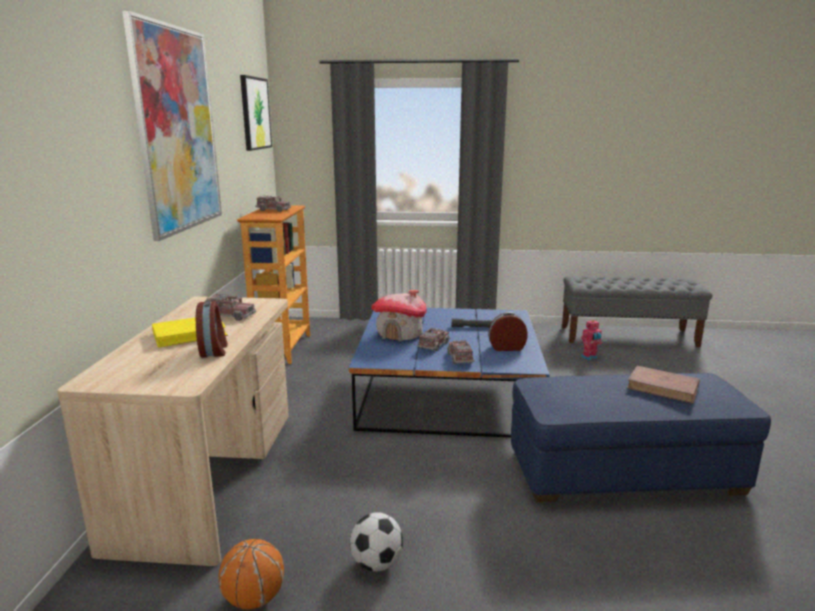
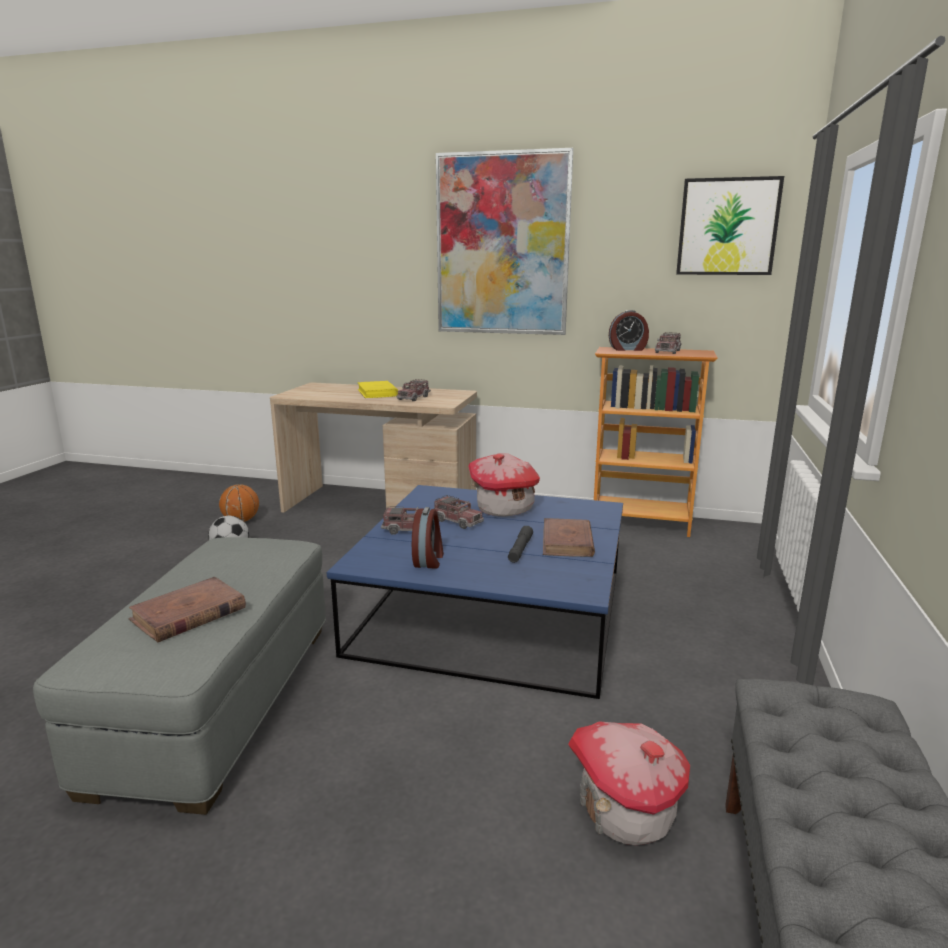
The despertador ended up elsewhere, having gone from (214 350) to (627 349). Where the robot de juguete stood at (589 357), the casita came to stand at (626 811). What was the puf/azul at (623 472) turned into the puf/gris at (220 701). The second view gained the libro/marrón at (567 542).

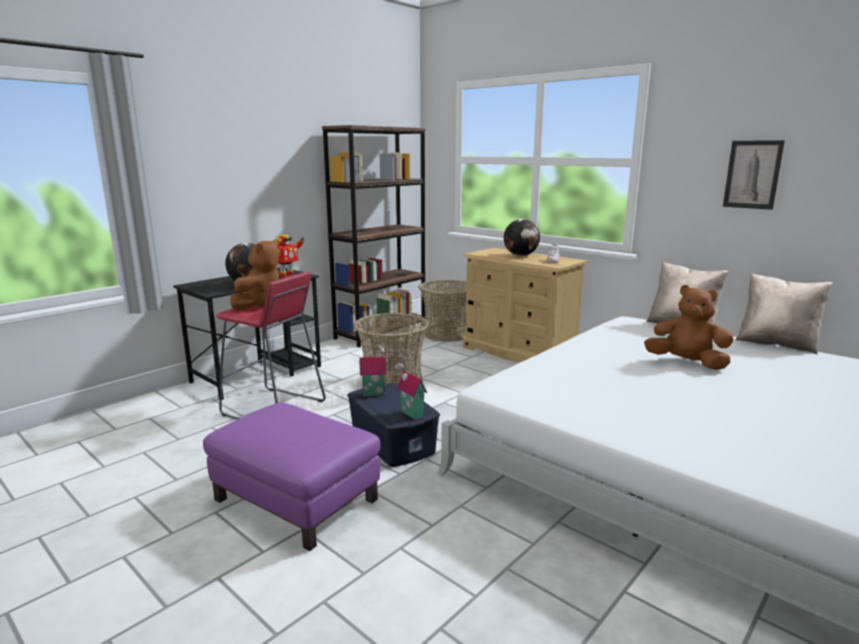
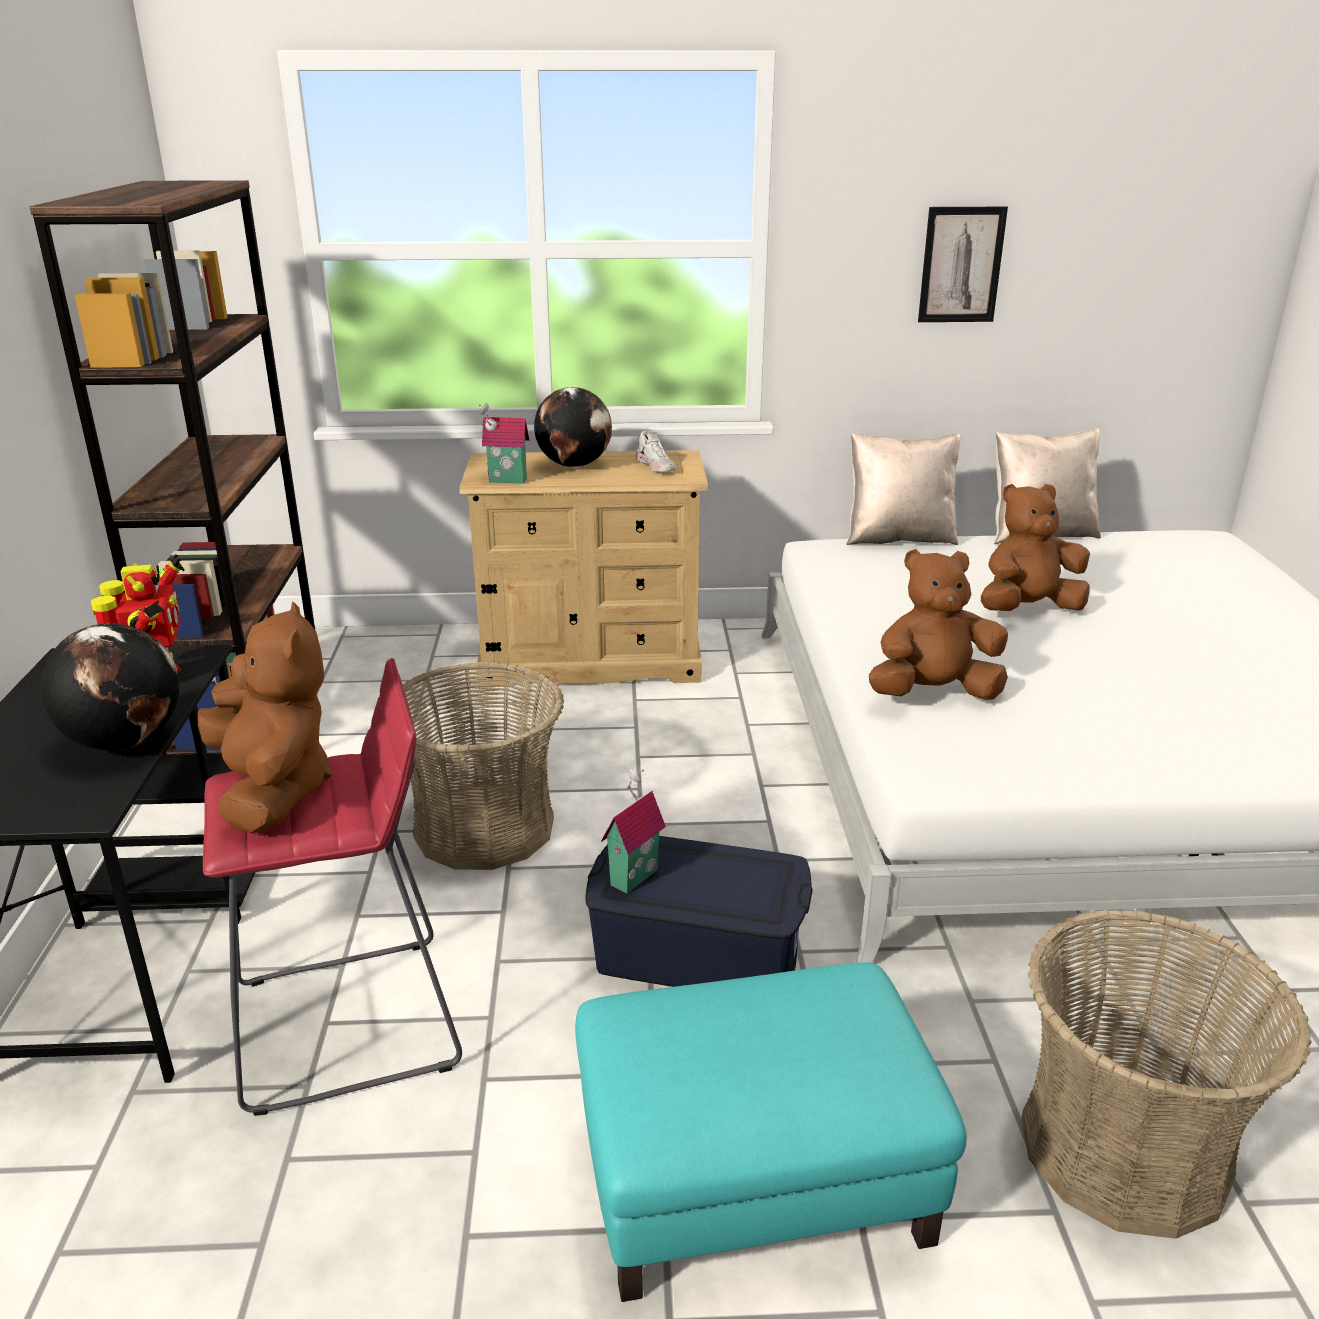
The cesta ended up elsewhere, having gone from (447 334) to (1124 1149). The casita ended up elsewhere, having gone from (410 414) to (507 481). What was the puf/morado at (297 499) turned into the puf/turquesa at (754 1175). The second view gained the peluche/marrón at (933 693).

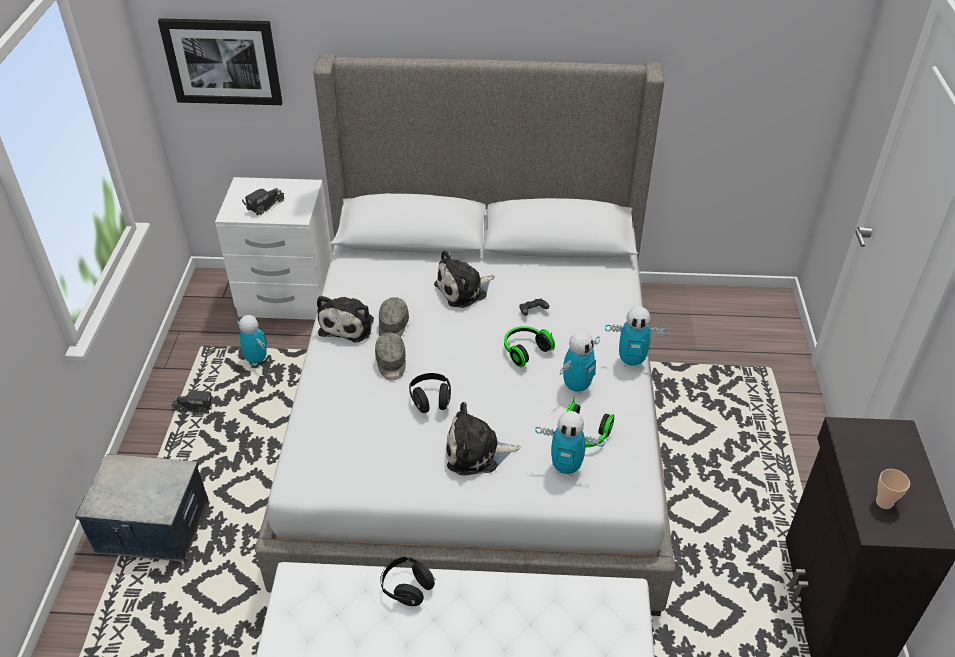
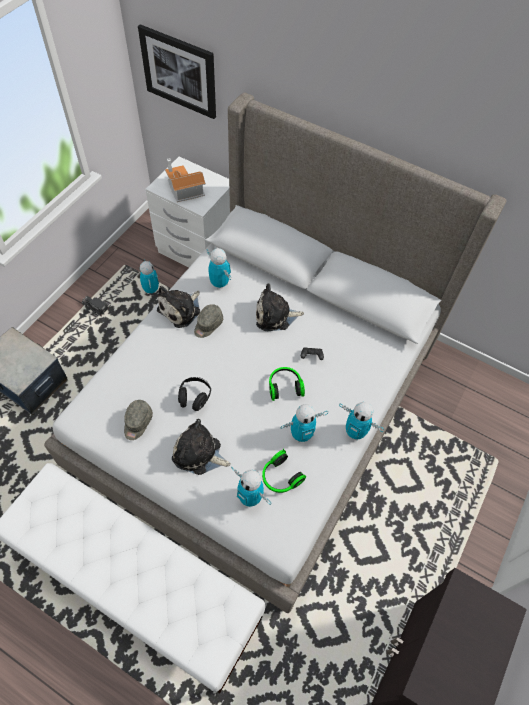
Where the camión de juguete stood at (264 206), the casita came to stand at (183 189). The gorra/gris ended up elsewhere, having gone from (391 363) to (137 423). The second view lost the taza at (884 502). The second view lost the auriculares/negro at (407 588). The second view gained the robot de juguete at (219 283).

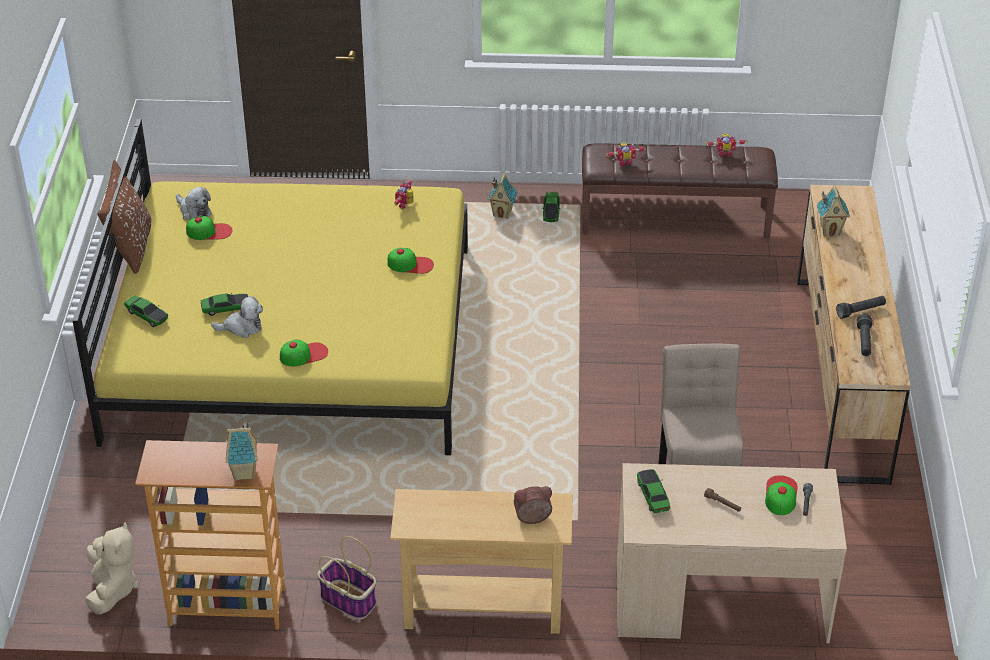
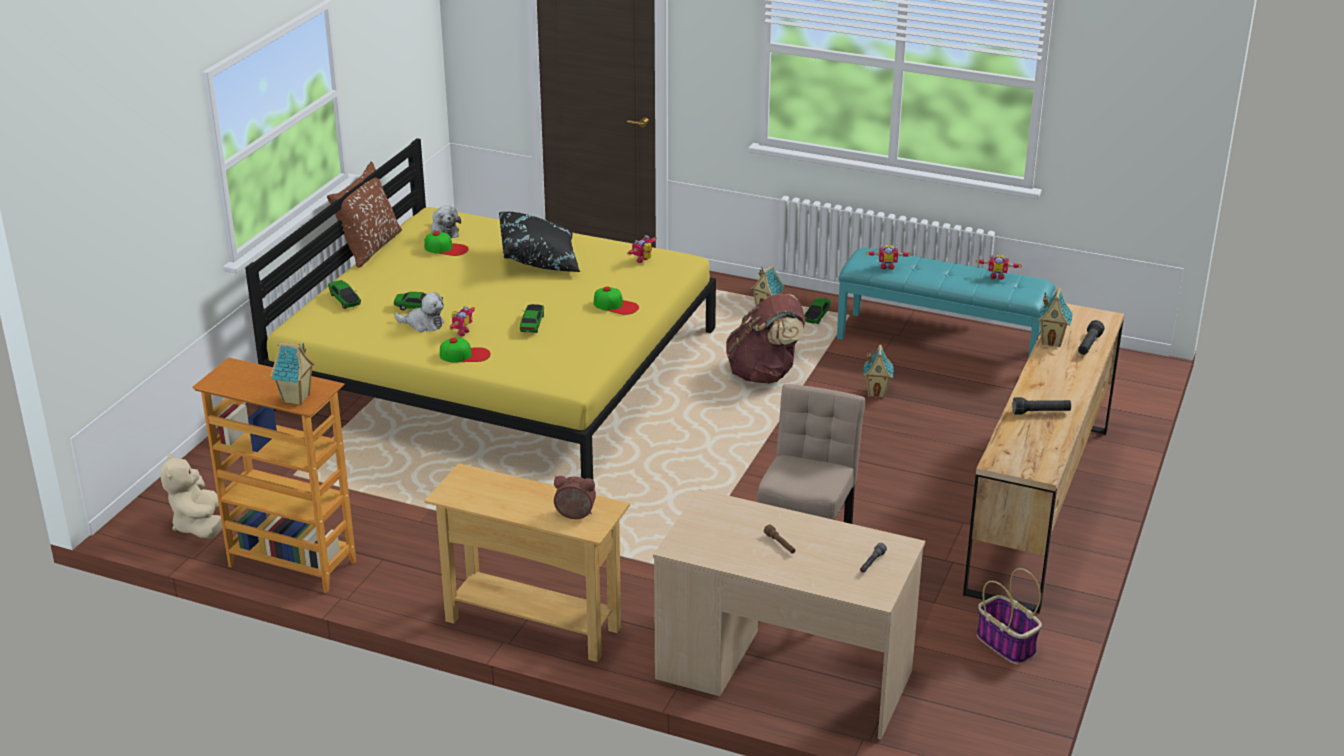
What was the banco/marrón at (675 218) turned into the banco/turquesa at (941 343). The linterna/negro ended up elsewhere, having gone from (864 342) to (1088 345). The coche de juguete ended up elsewhere, having gone from (653 496) to (532 324). The second view lost the gorra at (780 495). The peluche/beis at (112 589) ended up facing another way, 150 degrees clockwise from before. The cesta ended up elsewhere, having gone from (349 600) to (1007 644). The second view gained the cojín/negro at (540 260). The second view gained the mochila/marrón at (765 374). The second view gained the robot de juguete at (460 332). The second view gained the casita at (877 392).

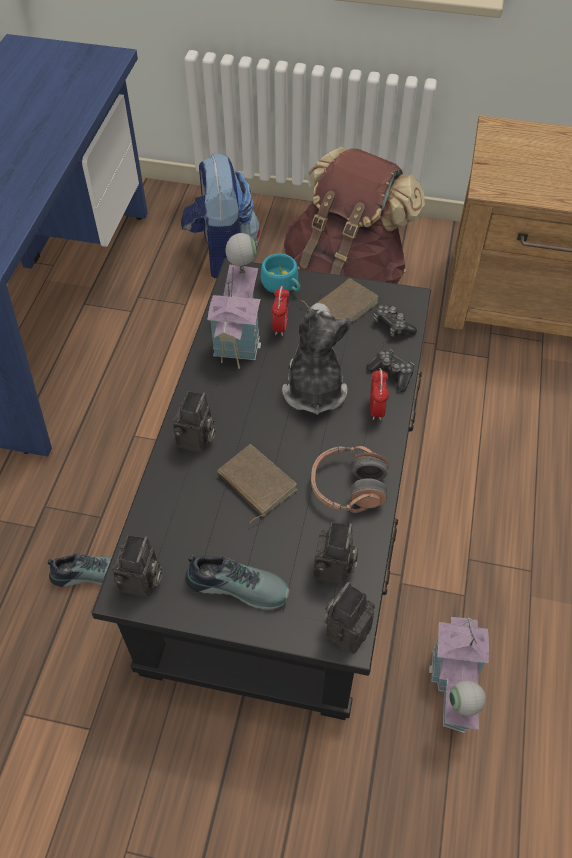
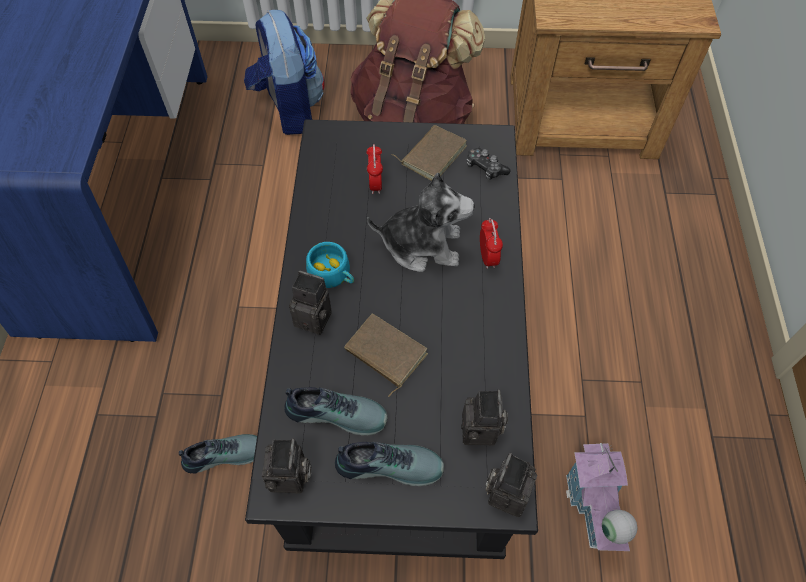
The second view lost the casita at (240 332). The taza/turquesa ended up elsewhere, having gone from (282 285) to (333 275). The peluche at (314 389) ended up facing another way, 105 degrees clockwise from before. The second view lost the mando de consola at (391 374). The cámara at (196 441) ended up facing another way, 75 degrees counterclockwise from before. The second view lost the auriculares at (348 487). The second view gained the zapato at (337 411).

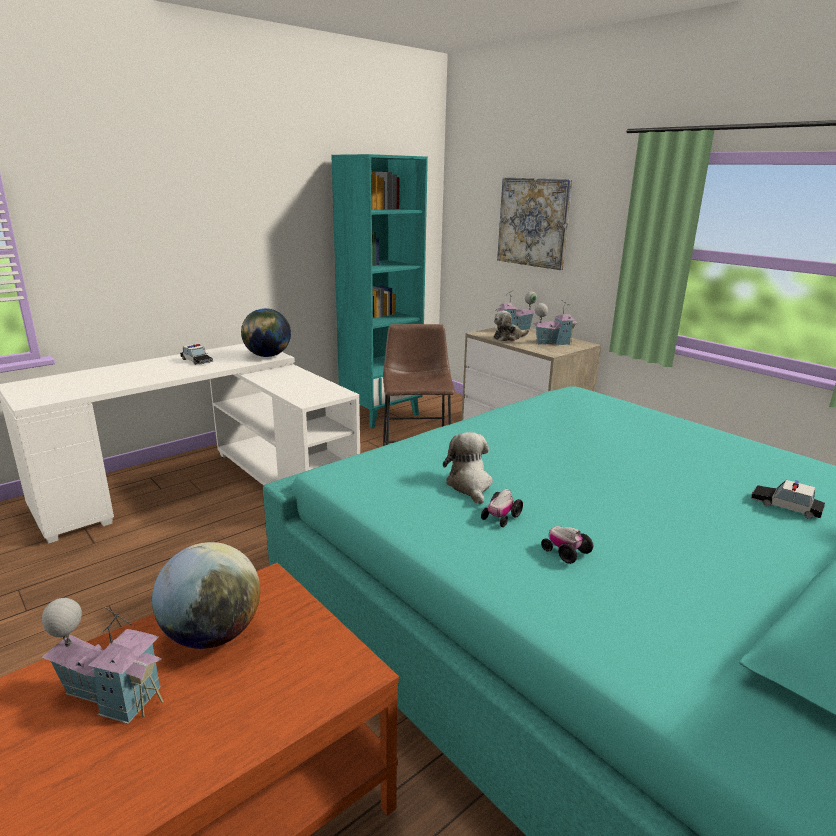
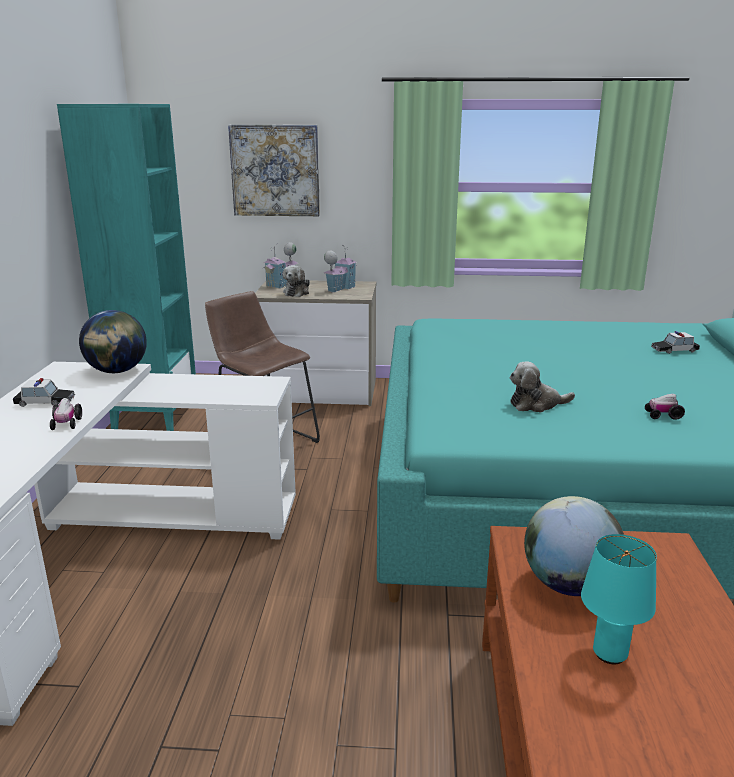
The peluche at (469 485) ended up facing another way, 45 degrees counterclockwise from before. The coche de juguete ended up elsewhere, having gone from (500 517) to (66 424). Where the casita stood at (113 695), the lámpara de mesa/turquesa came to stand at (609 654).

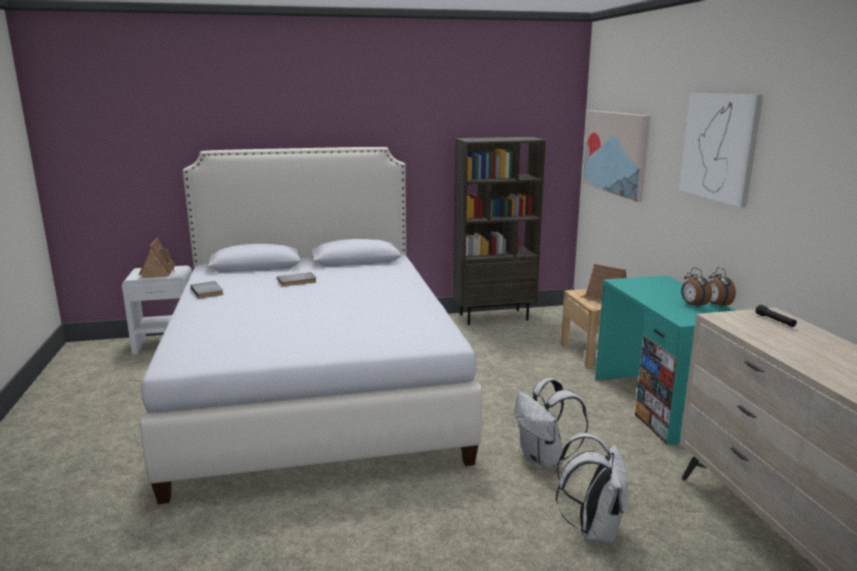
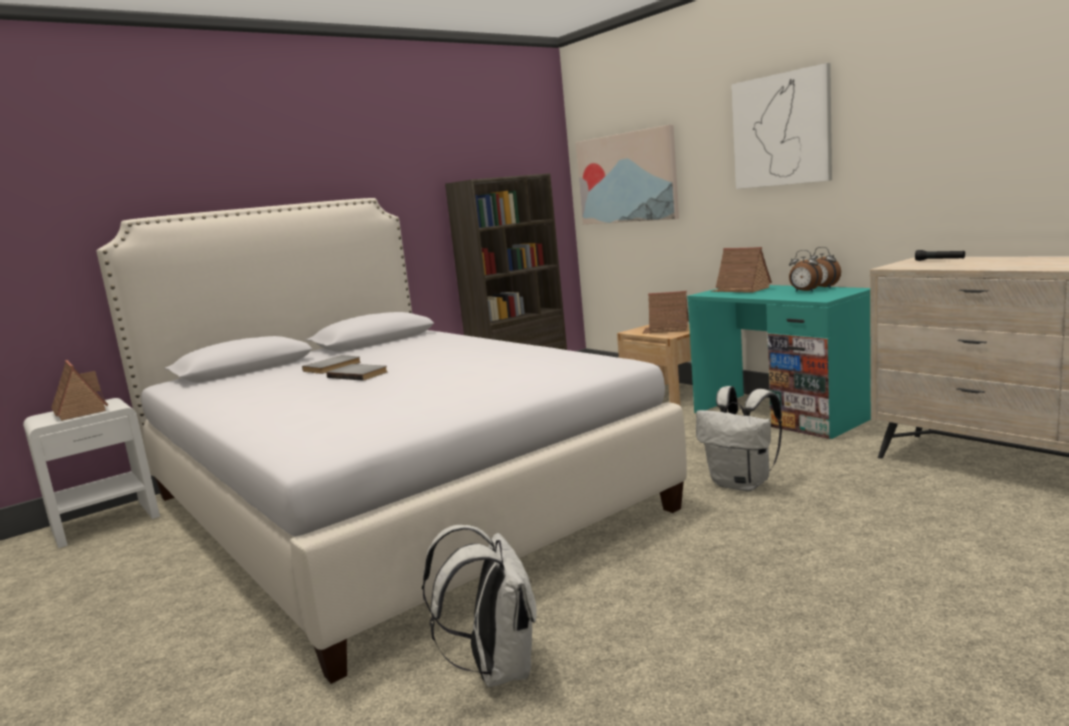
The libro/gris ended up elsewhere, having gone from (208 291) to (359 374). The mochila/blanco ended up elsewhere, having gone from (593 530) to (496 668). The second view gained the casita at (740 289).

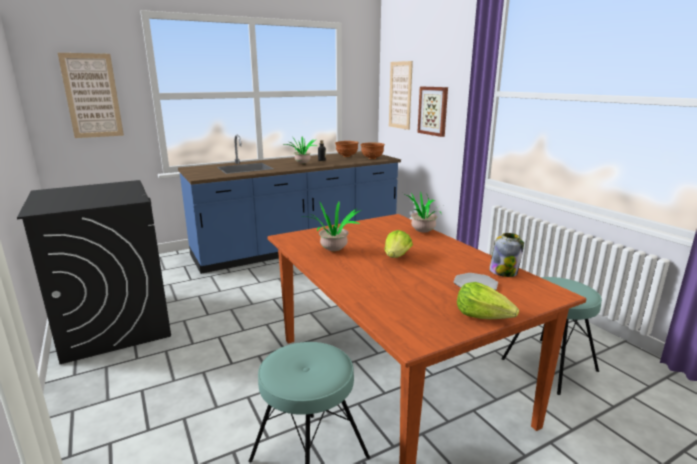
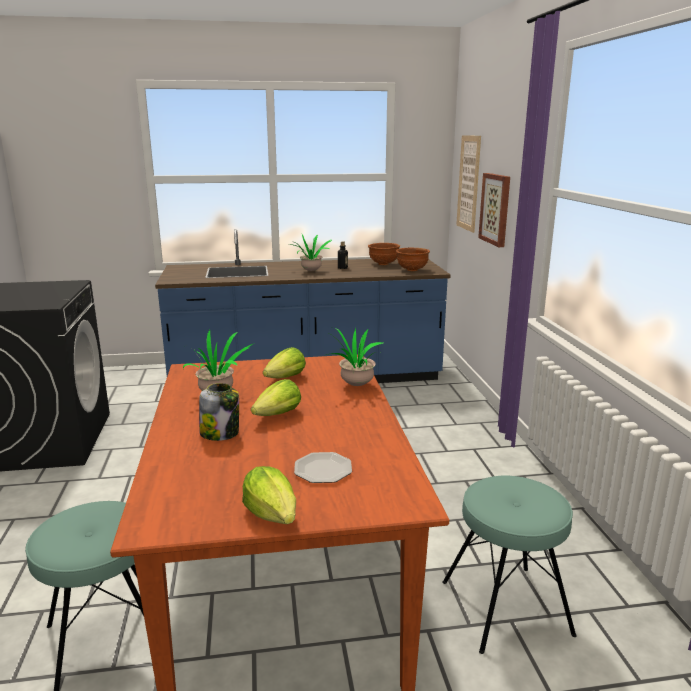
The second view lost the cuadro at (92 96). The tarro ended up elsewhere, having gone from (503 272) to (220 433). The second view gained the lechuga at (285 378).

